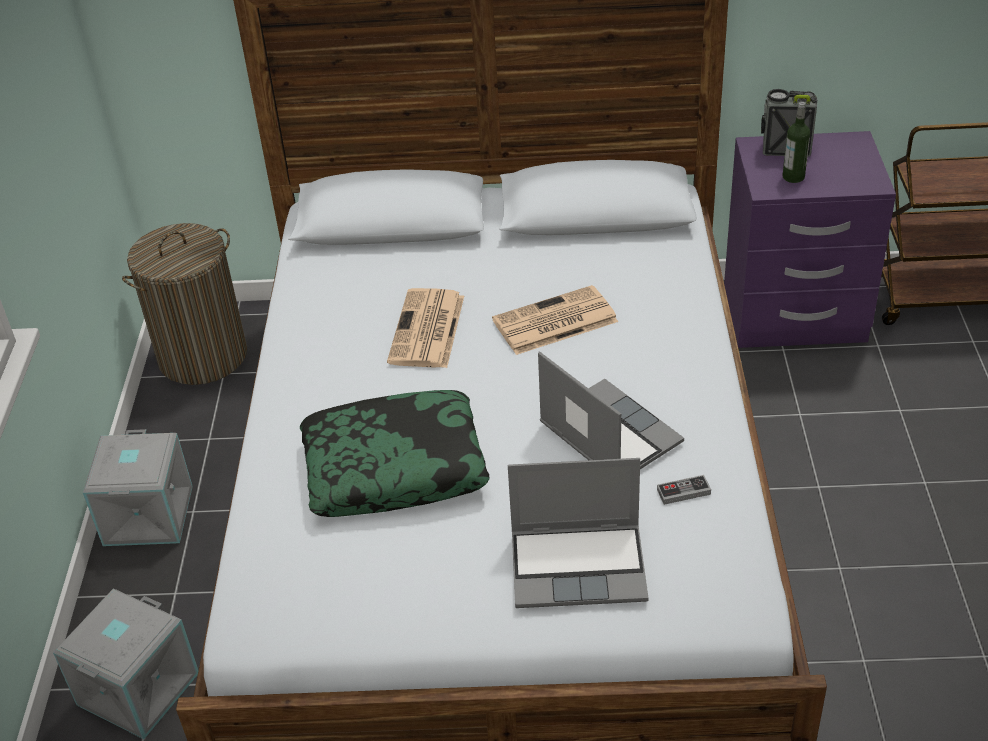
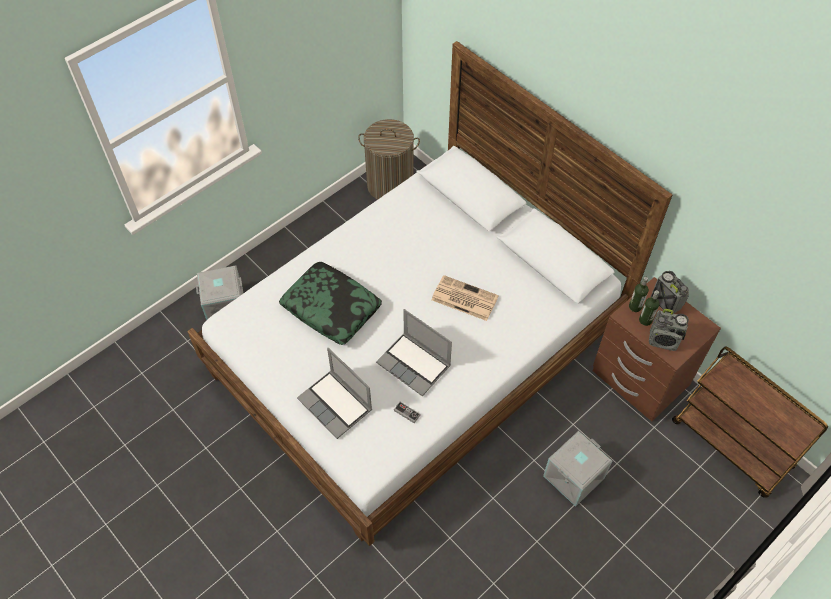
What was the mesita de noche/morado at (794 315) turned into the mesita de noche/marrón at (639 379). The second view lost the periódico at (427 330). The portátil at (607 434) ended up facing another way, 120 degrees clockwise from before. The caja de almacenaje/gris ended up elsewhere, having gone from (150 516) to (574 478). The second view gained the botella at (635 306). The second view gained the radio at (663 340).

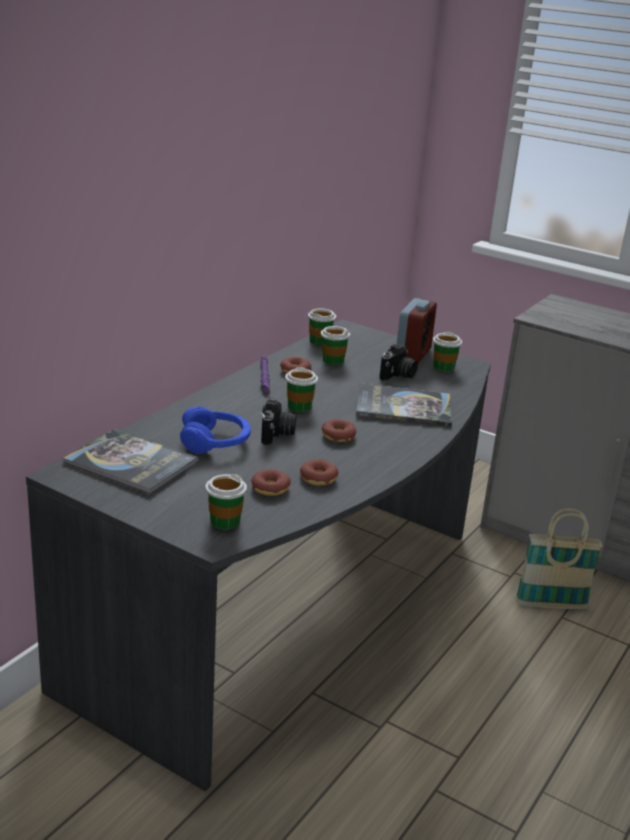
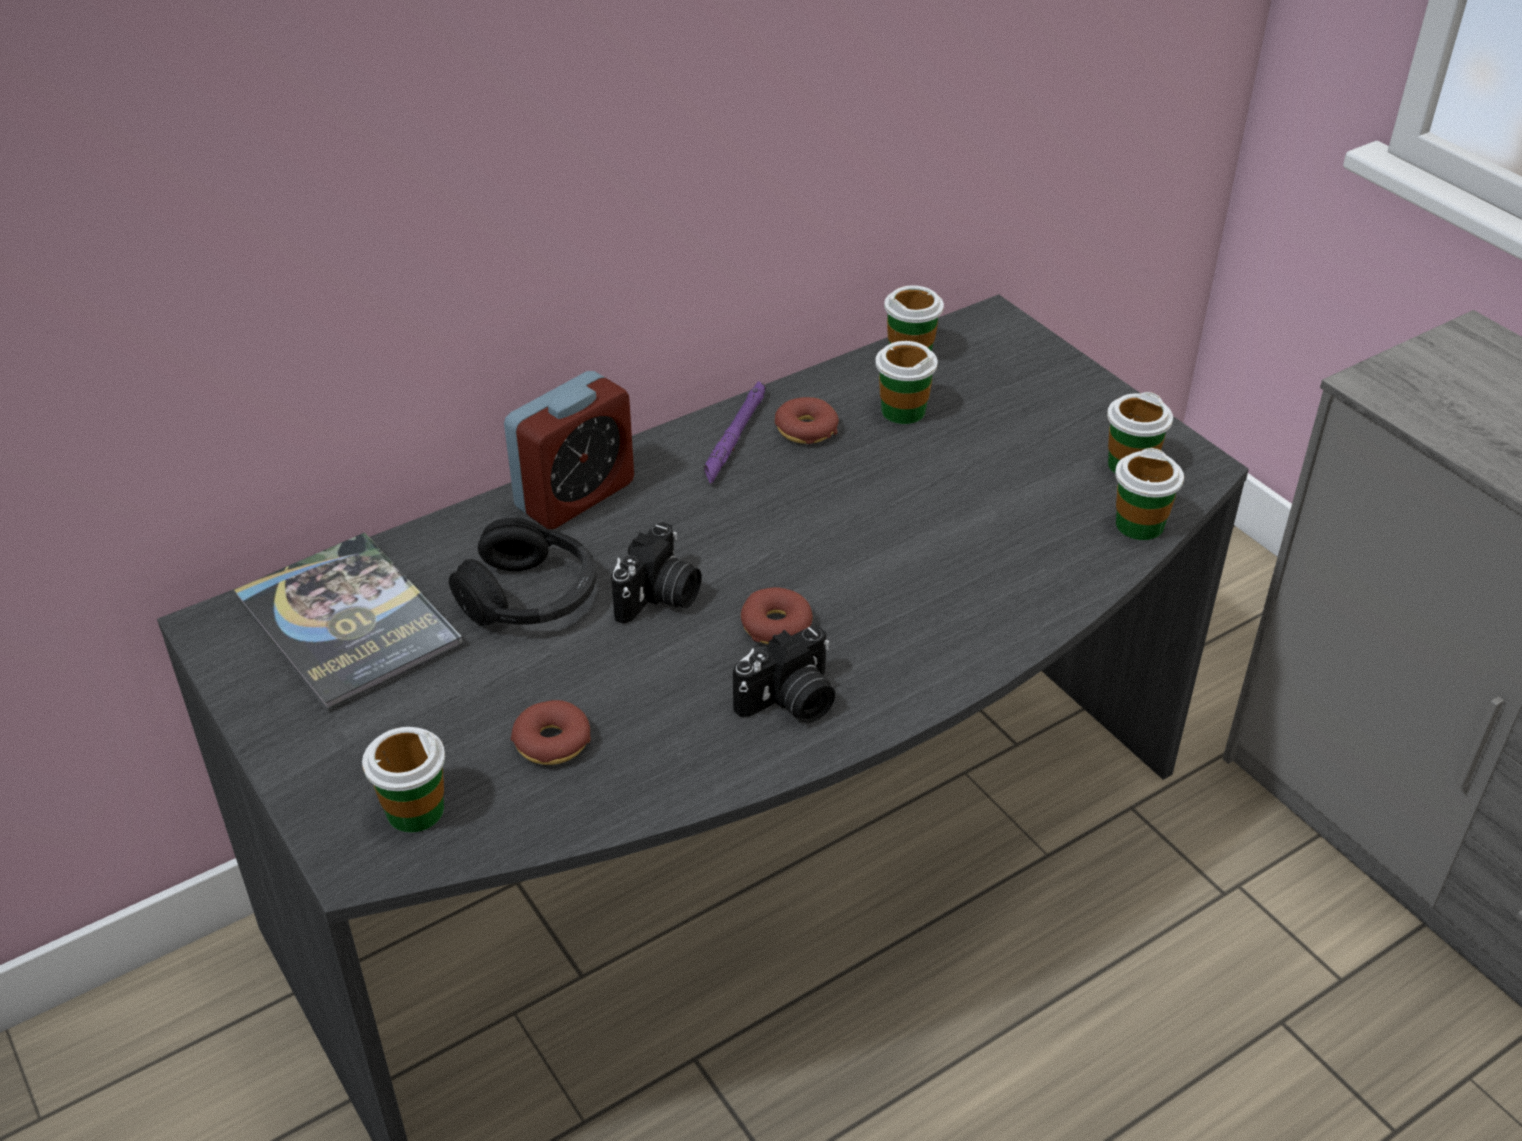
The despertador ended up elsewhere, having gone from (413 354) to (575 495). The cámara ended up elsewhere, having gone from (398 375) to (790 702). The taza ended up elsewhere, having gone from (299 406) to (1139 525). The second view lost the libro at (403 407). What was the auriculares/azul at (215 442) turned into the auriculares/negro at (530 597). The second view lost the rosquilla at (318 478). The second view lost the cesta at (551 605).

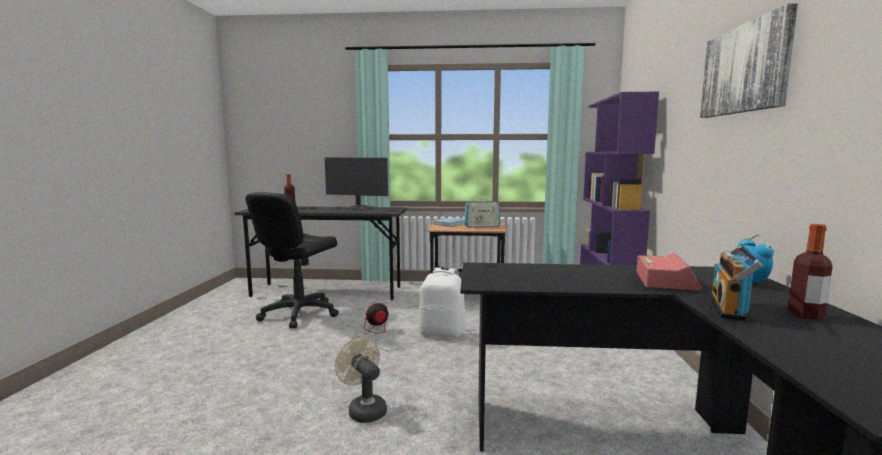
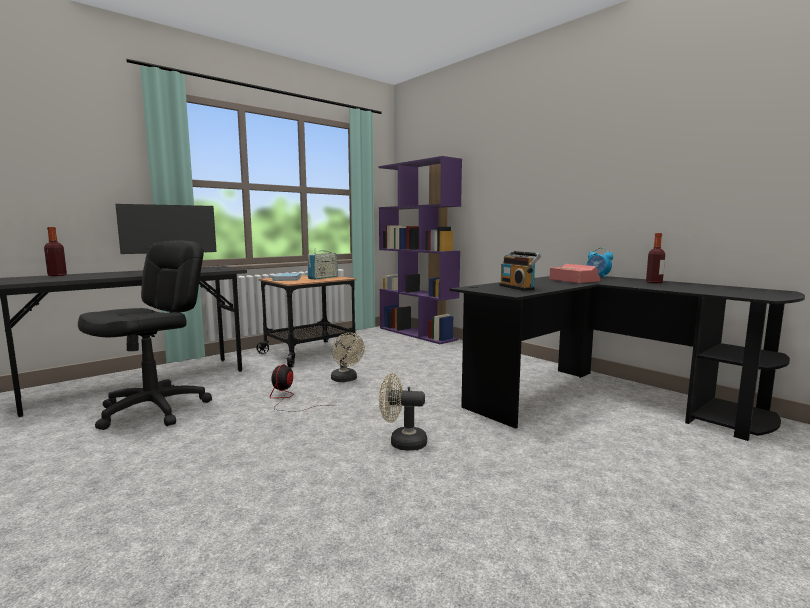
The second view lost the cuadro at (745 69). The silla de oficina/negro at (299 314) ended up facing another way, 135 degrees counterclockwise from before. The radio ended up elsewhere, having gone from (730 309) to (518 287). Where the mochila/blanco stood at (443 332), the ventilador/beis came to stand at (346 380).

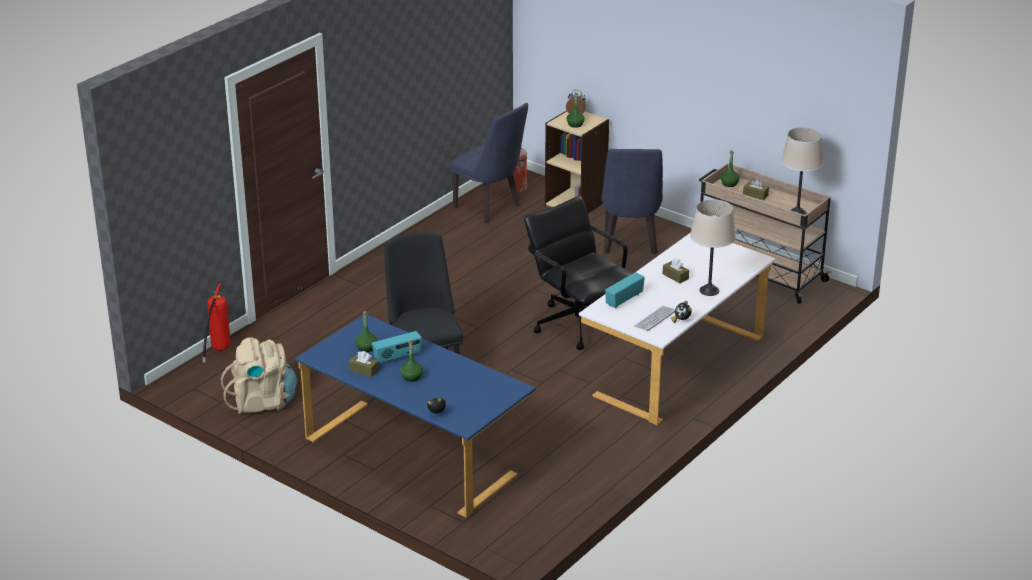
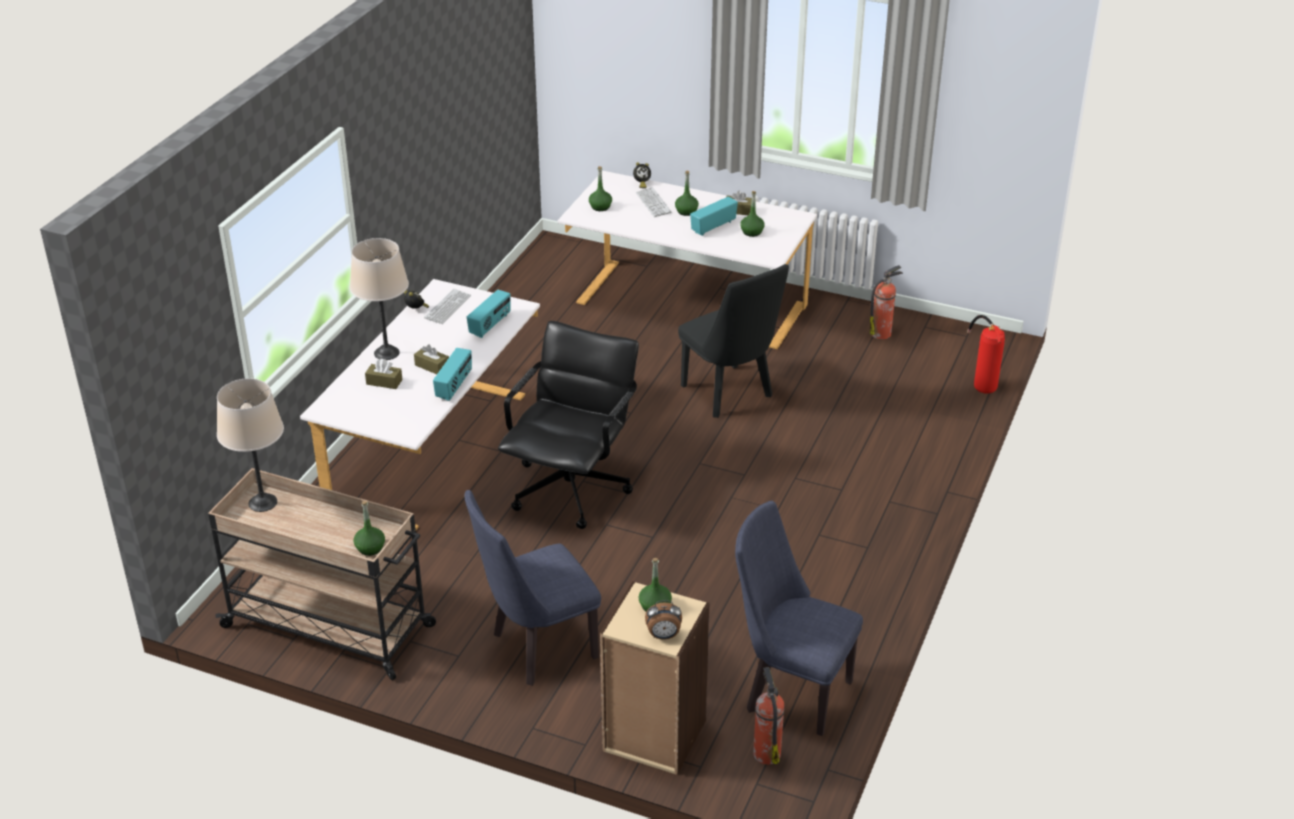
The silla/azul at (630 244) ended up facing another way, 105 degrees counterclockwise from before. The caja de pañuelos/marrón ended up elsewhere, having gone from (755 195) to (384 382). The silla de oficina/negro at (578 324) ended up facing another way, 105 degrees counterclockwise from before. What was the escritorio/azul at (416 454) turned into the escritorio/blanco at (687 306). Where the mochila/beis stood at (262 402), the extintor came to stand at (882 333). The second view gained the botella/verde at (600 207). The second view gained the teclado at (653 203). The second view gained the radio at (454 386).

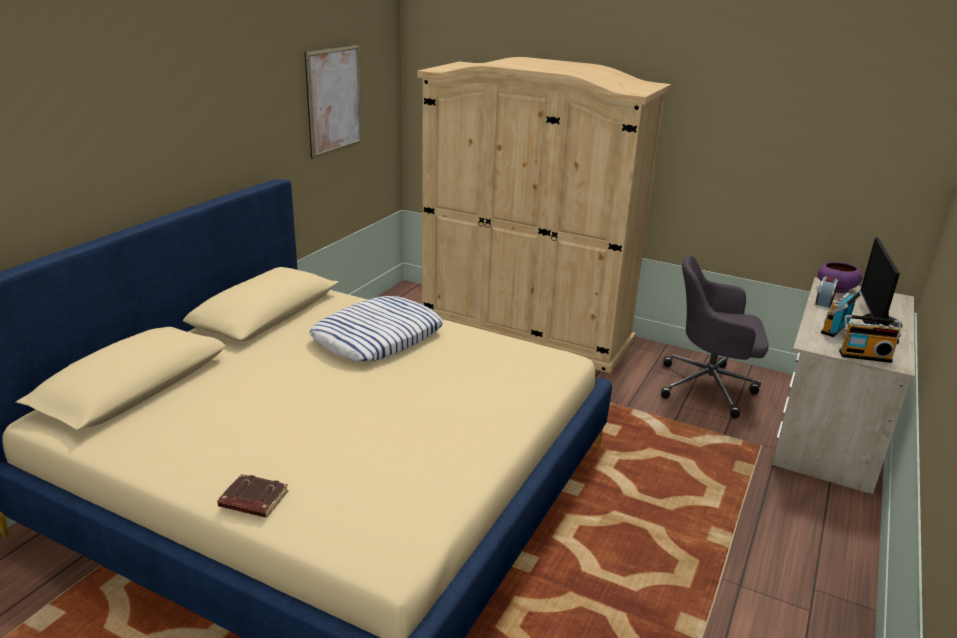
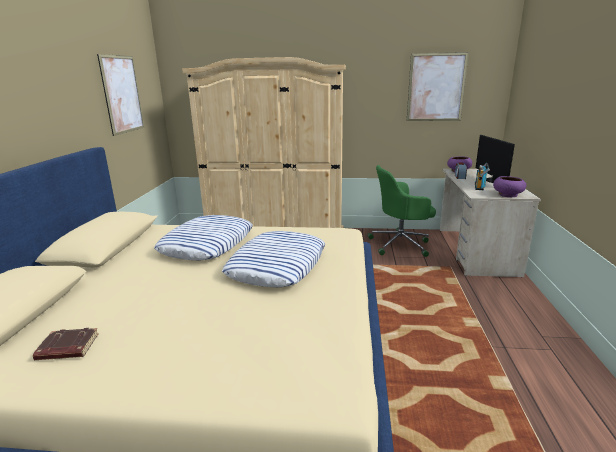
What was the silla de oficina/gris at (709 387) turned into the silla de oficina/verde at (401 244). Where the radio stood at (864 355), the cuenco/morado came to stand at (507 195). The libro/marrón ended up elsewhere, having gone from (252 500) to (67 348). The second view gained the cuadro at (436 87). The second view gained the cojín at (277 265).

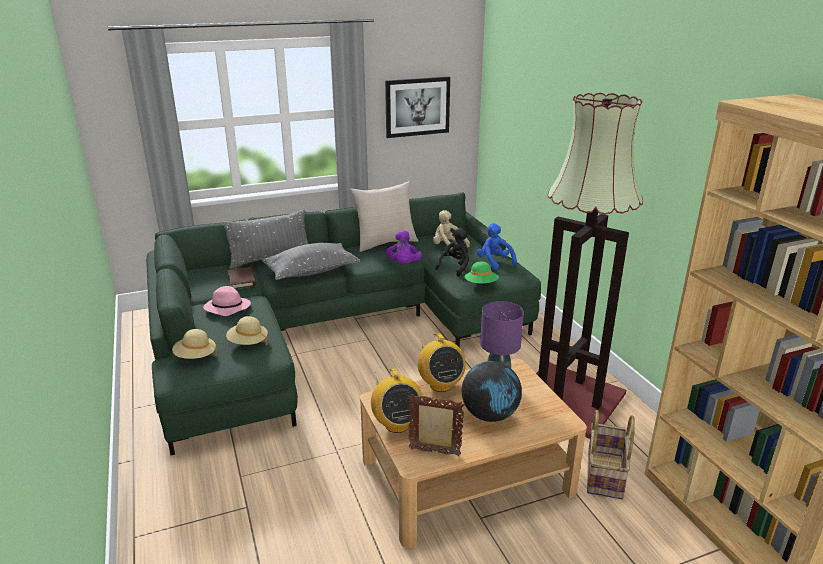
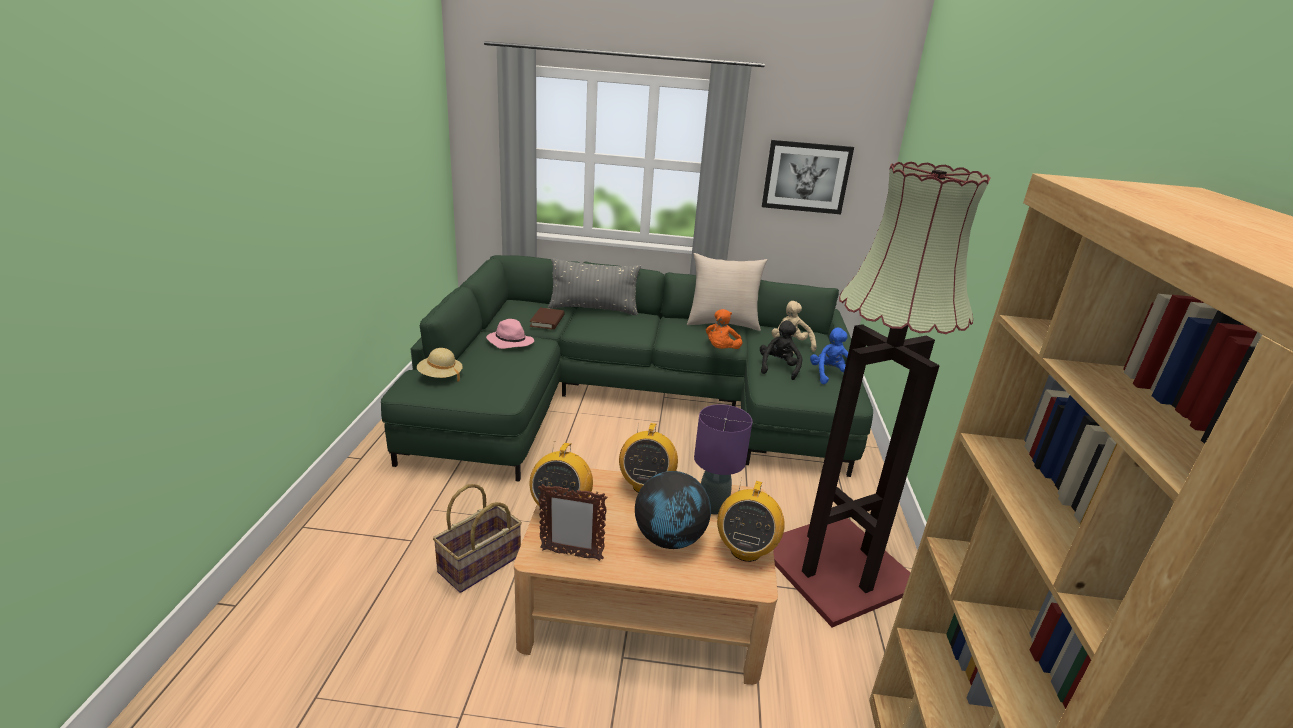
The peluche/negro at (455 267) ended up facing another way, 45 degrees counterclockwise from before. What was the peluche/morado at (403 265) turned into the peluche/naranja at (721 350). The second view lost the cojín/gris at (311 272). The second view lost the sombrero/verde at (481 284). The second view lost the sombrero/beis at (248 342). The portarretratos at (435 452) ended up facing another way, 150 degrees clockwise from before. The cesta ended up elsewhere, having gone from (605 475) to (480 565). The second view gained the radio at (745 550).

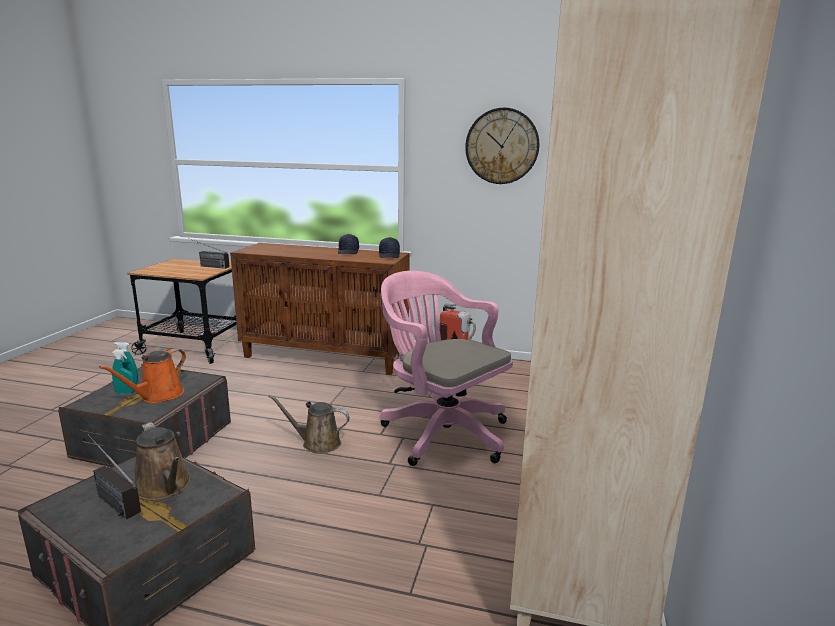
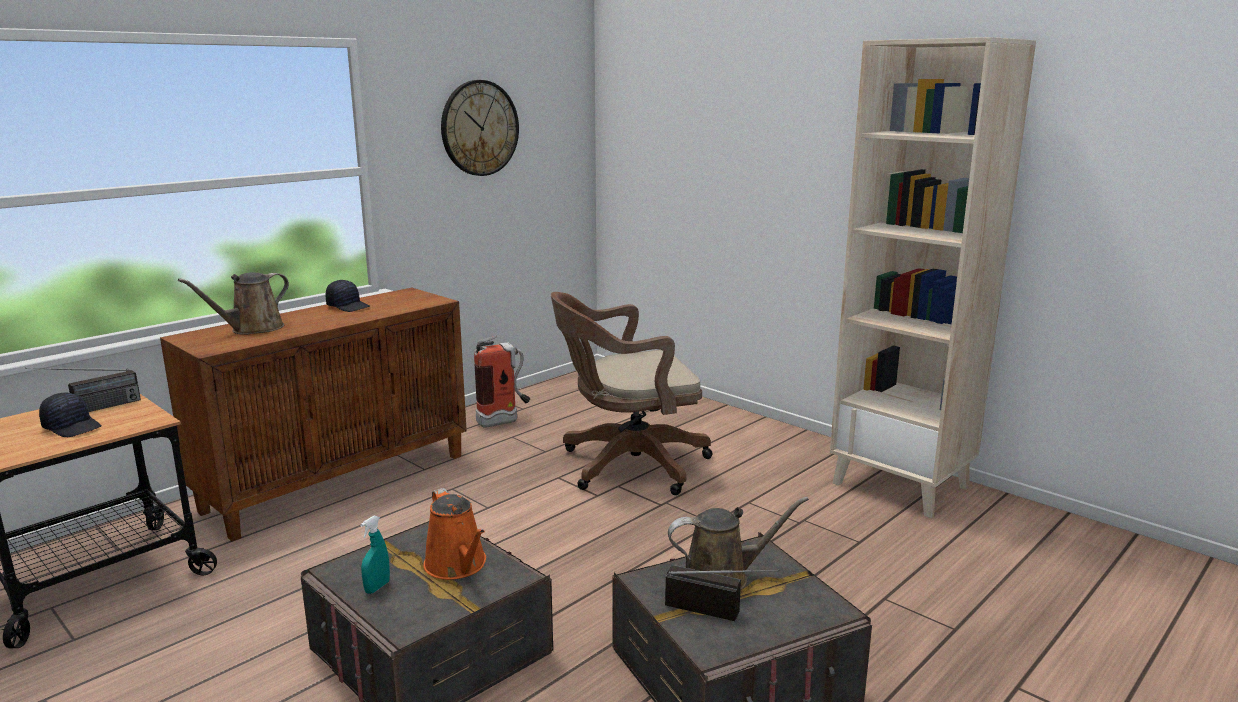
The gorra/negro ended up elsewhere, having gone from (389 255) to (73 427). What was the silla de oficina/rosa at (440 431) turned into the silla de oficina/marrón at (627 465). The second view lost the pulverizador/turquesa at (125 392). The regadera/marrón ended up elsewhere, having gone from (317 443) to (252 329). The radio at (109 498) ended up facing another way, 135 degrees counterclockwise from before.

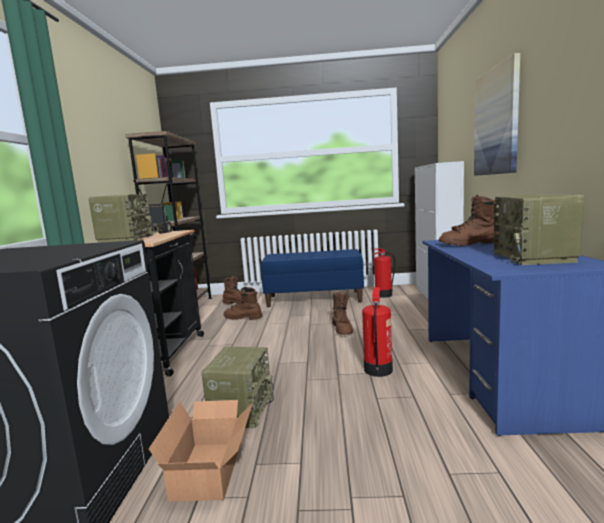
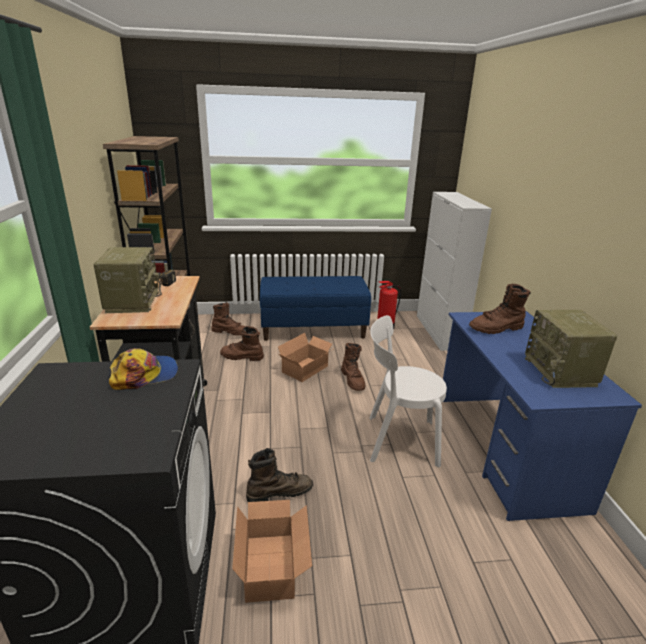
The second view lost the cuadro at (497 122). Where the extintor stood at (378 369), the silla/blanco came to stand at (398 440). Where the radio stood at (241 409), the bota/marrón came to stand at (279 492). The second view gained the caja de cartón at (307 369). The second view gained the gorra at (145 375).

